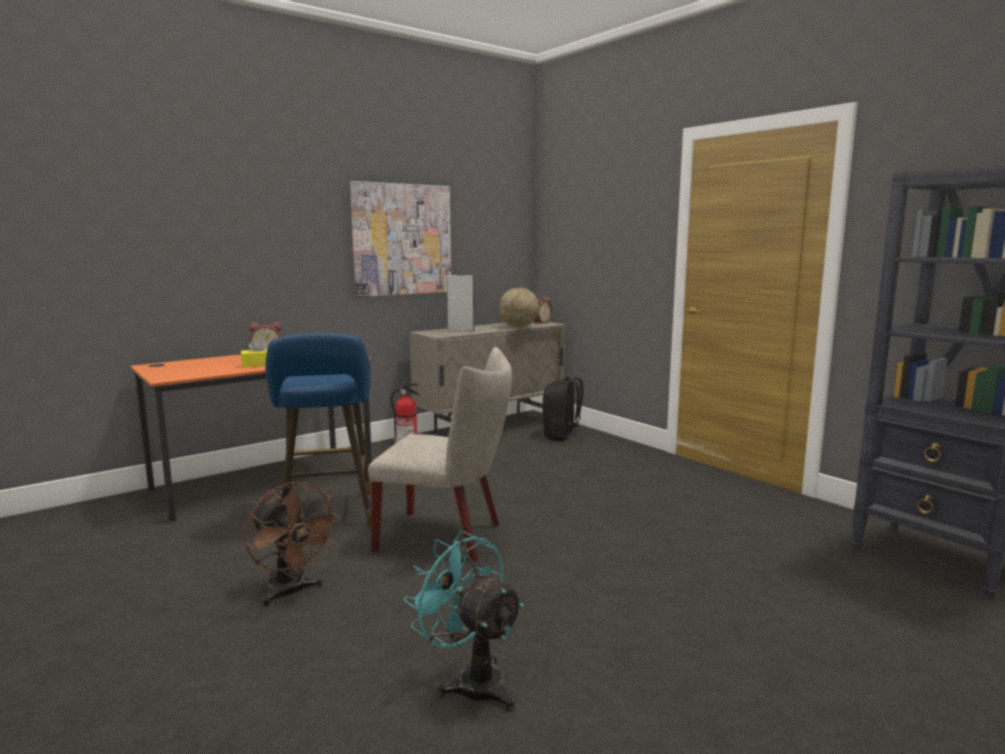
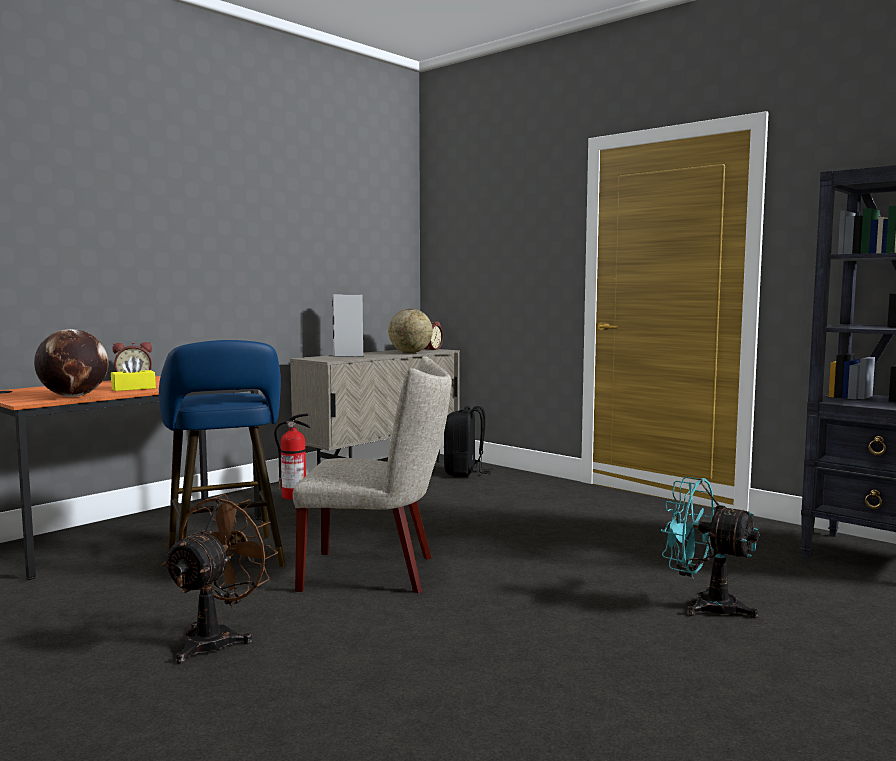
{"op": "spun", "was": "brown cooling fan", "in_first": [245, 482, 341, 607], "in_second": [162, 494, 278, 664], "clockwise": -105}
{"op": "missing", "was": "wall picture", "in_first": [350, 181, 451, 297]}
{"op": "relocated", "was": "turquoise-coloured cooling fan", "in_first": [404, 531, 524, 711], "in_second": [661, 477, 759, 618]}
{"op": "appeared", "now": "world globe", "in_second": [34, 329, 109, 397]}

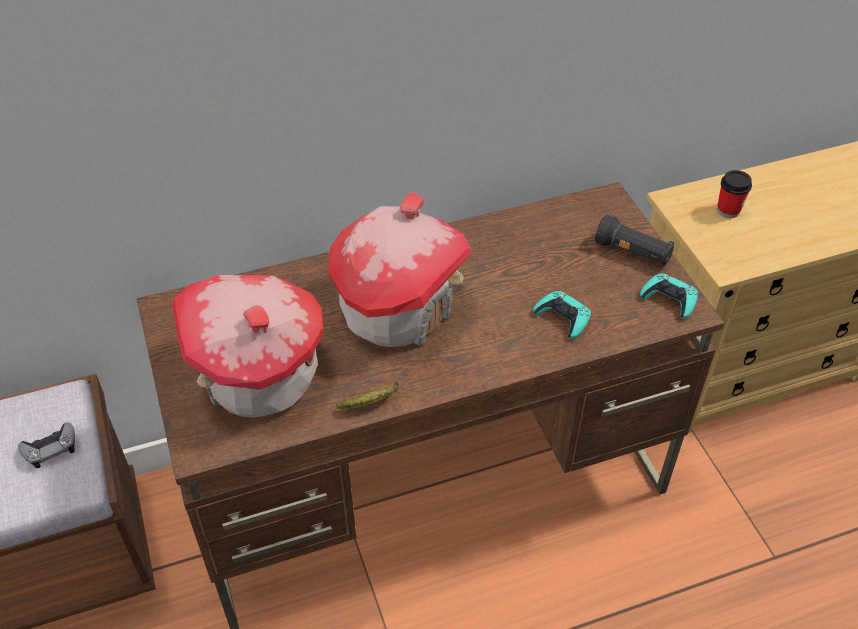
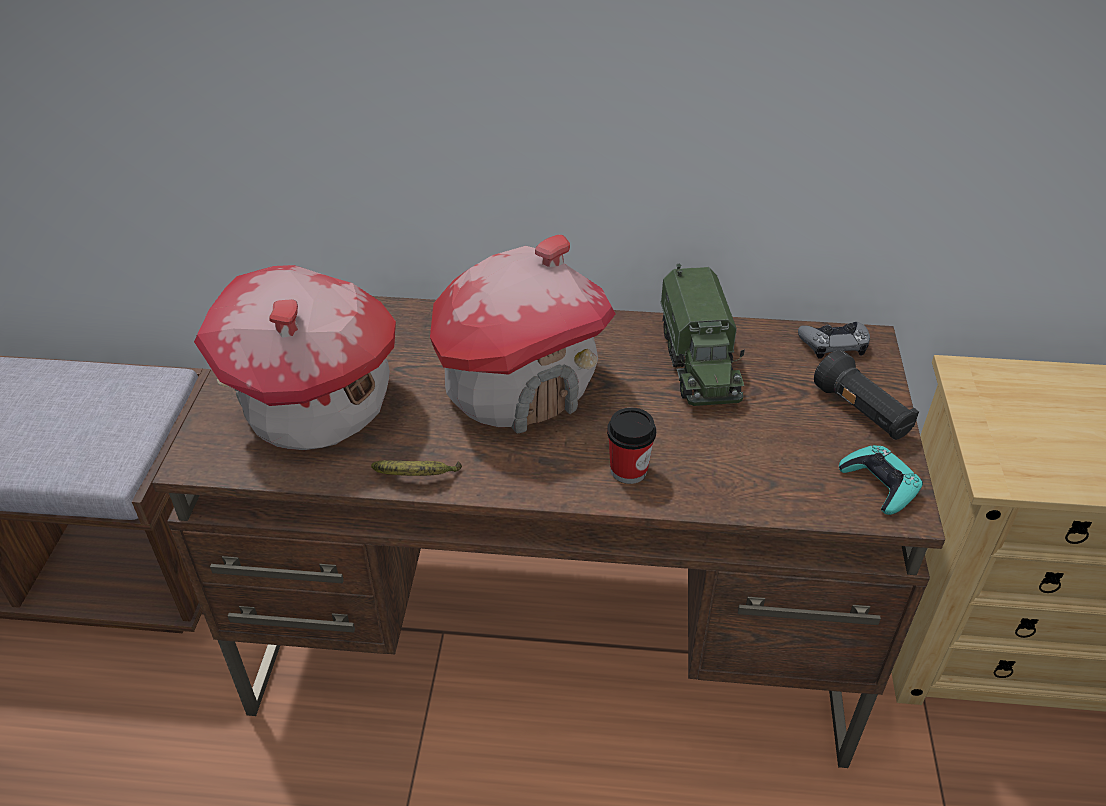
{"op": "relocated", "was": "grey joypad", "in_first": [18, 422, 75, 468], "in_second": [798, 322, 870, 359]}
{"op": "missing", "was": "turquoise-coloured joypad", "in_first": [533, 291, 591, 339]}
{"op": "relocated", "was": "drinking cup", "in_first": [717, 170, 752, 218], "in_second": [607, 408, 656, 484]}
{"op": "appeared", "now": "toy truck", "in_second": [660, 264, 745, 406]}

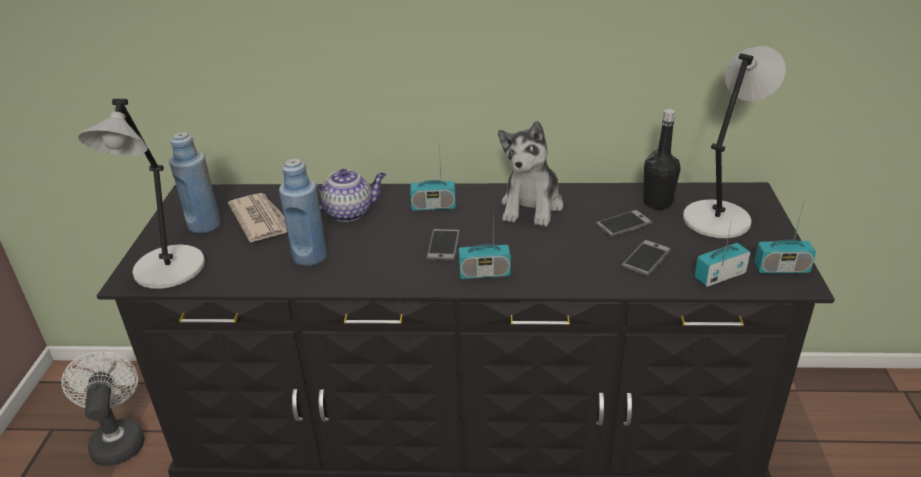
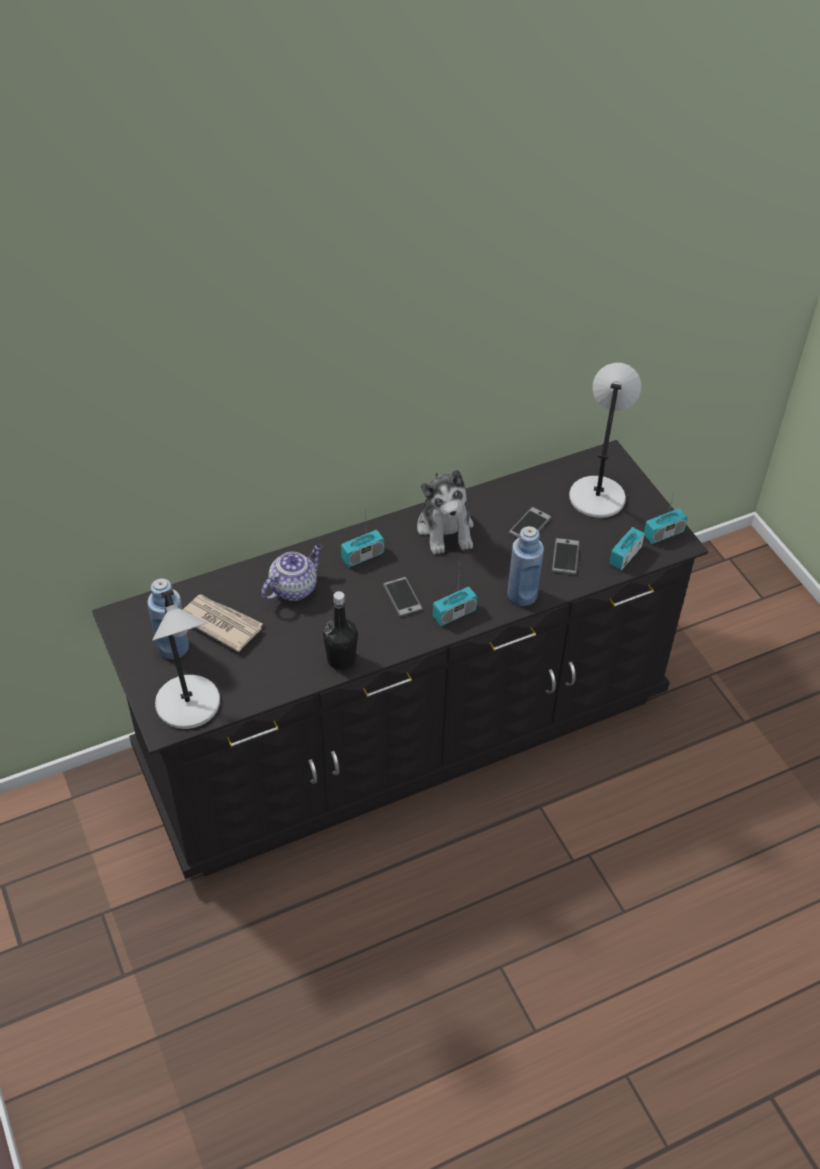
{"op": "missing", "was": "white-coloured cooling fan", "in_first": [61, 352, 145, 466]}
{"op": "relocated", "was": "blue beverage bottle", "in_first": [279, 159, 327, 266], "in_second": [507, 526, 544, 606]}
{"op": "relocated", "was": "blackish beverage bottle", "in_first": [643, 109, 681, 209], "in_second": [323, 591, 358, 670]}

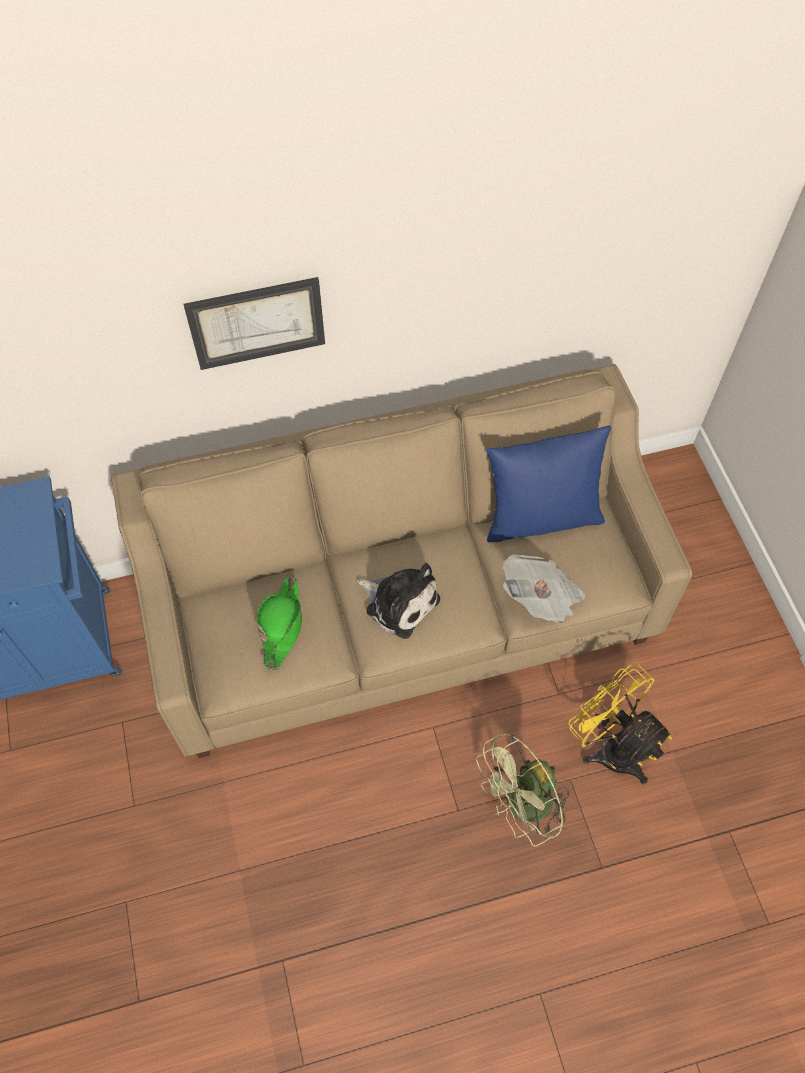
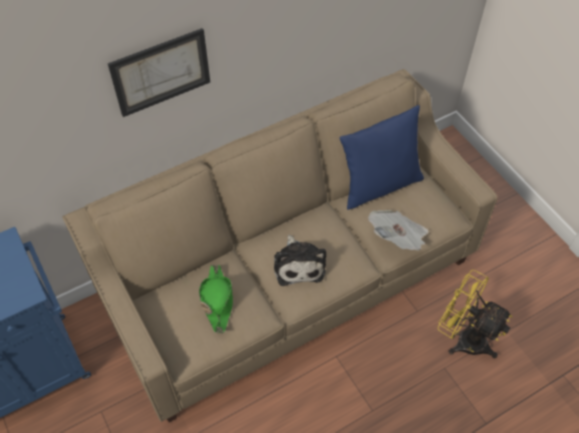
{"op": "spun", "was": "soft toy", "in_first": [357, 563, 440, 639], "in_second": [274, 235, 326, 286], "clockwise": 60}
{"op": "missing", "was": "greenish cooling fan", "in_first": [476, 734, 569, 846]}

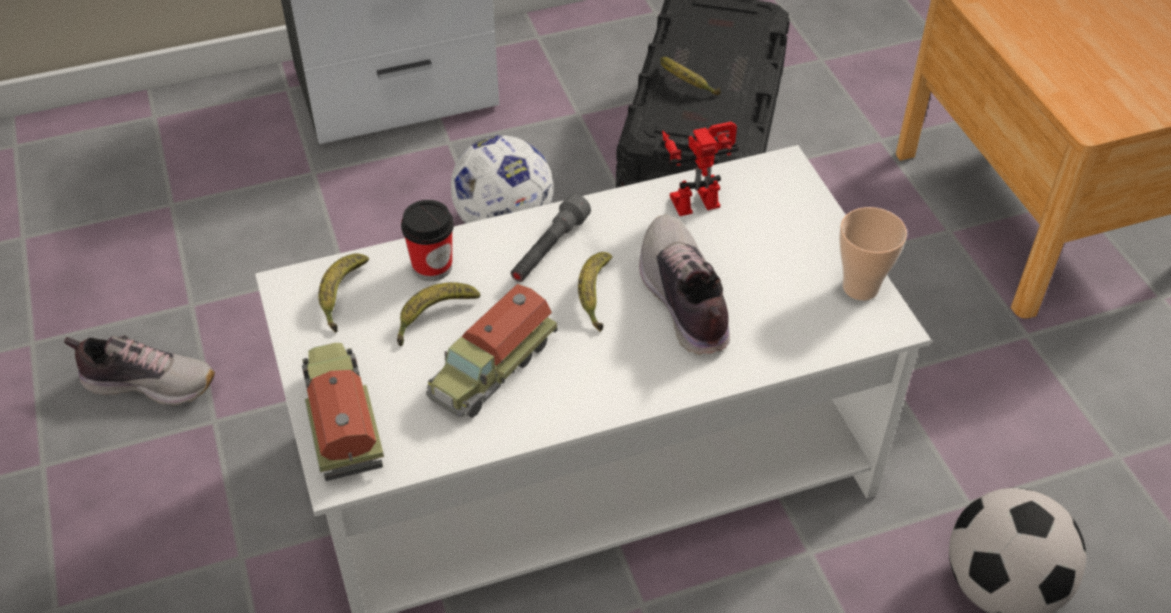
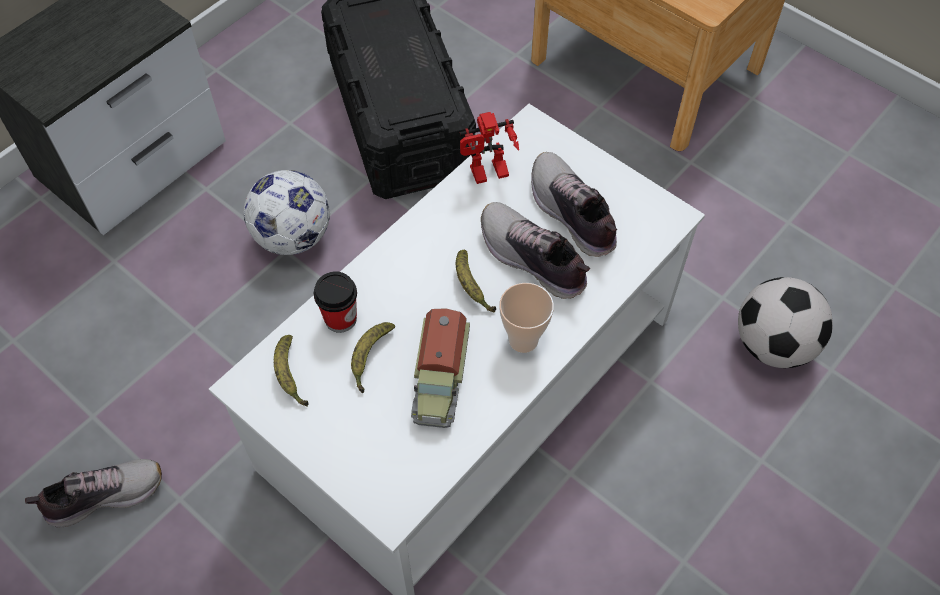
{"op": "missing", "was": "toy truck", "in_first": [302, 343, 384, 481]}
{"op": "missing", "was": "grey hand torch", "in_first": [511, 194, 591, 282]}
{"op": "missing", "was": "whole banana", "in_first": [660, 57, 721, 95]}
{"op": "spun", "was": "toy robot", "in_first": [662, 122, 739, 216], "in_second": [459, 112, 519, 184], "clockwise": -150}
{"op": "relocated", "was": "drinking cup", "in_first": [839, 207, 907, 301], "in_second": [499, 283, 554, 353]}
{"op": "appeared", "now": "item of footwear", "in_second": [531, 152, 617, 257]}

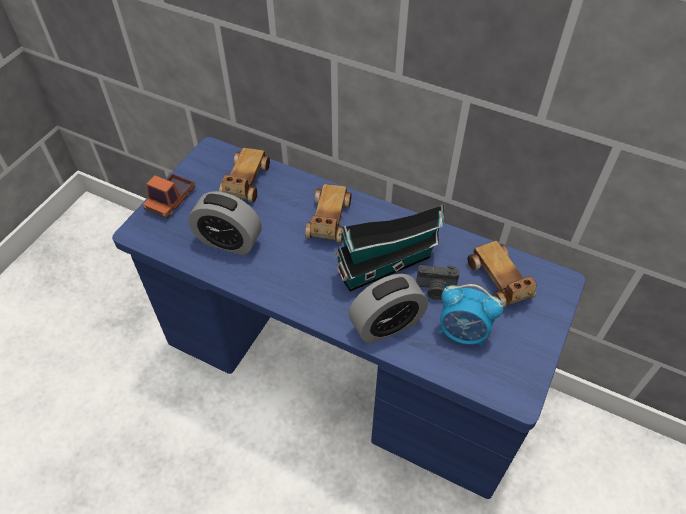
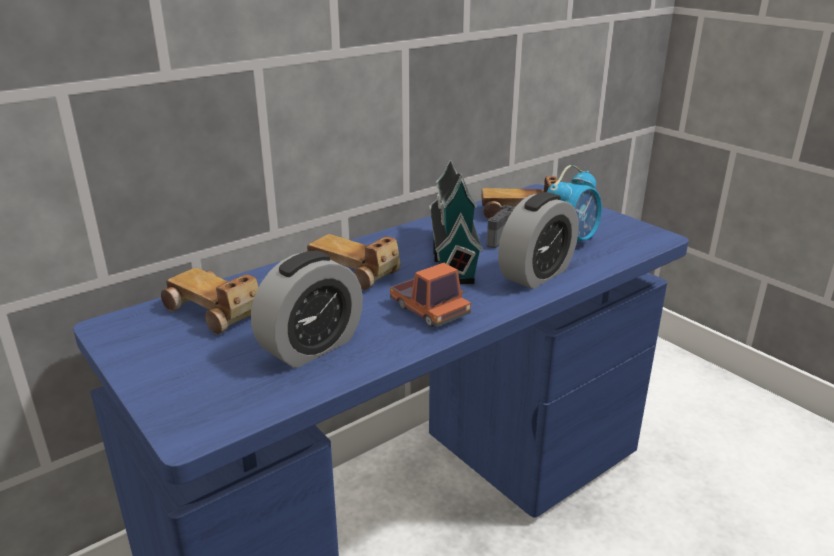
{"op": "relocated", "was": "toy truck", "in_first": [143, 173, 195, 219], "in_second": [390, 263, 471, 327]}
{"op": "spun", "was": "table clock", "in_first": [349, 274, 428, 344], "in_second": [498, 192, 579, 289], "clockwise": 45}

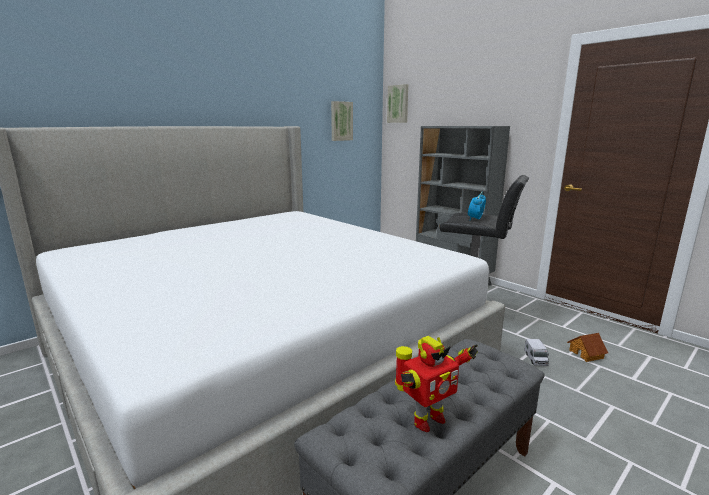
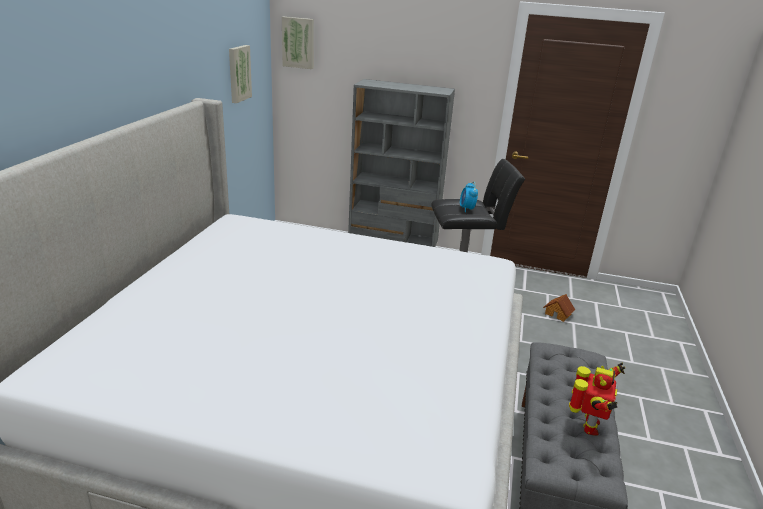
{"op": "missing", "was": "toy truck", "in_first": [524, 339, 549, 366]}

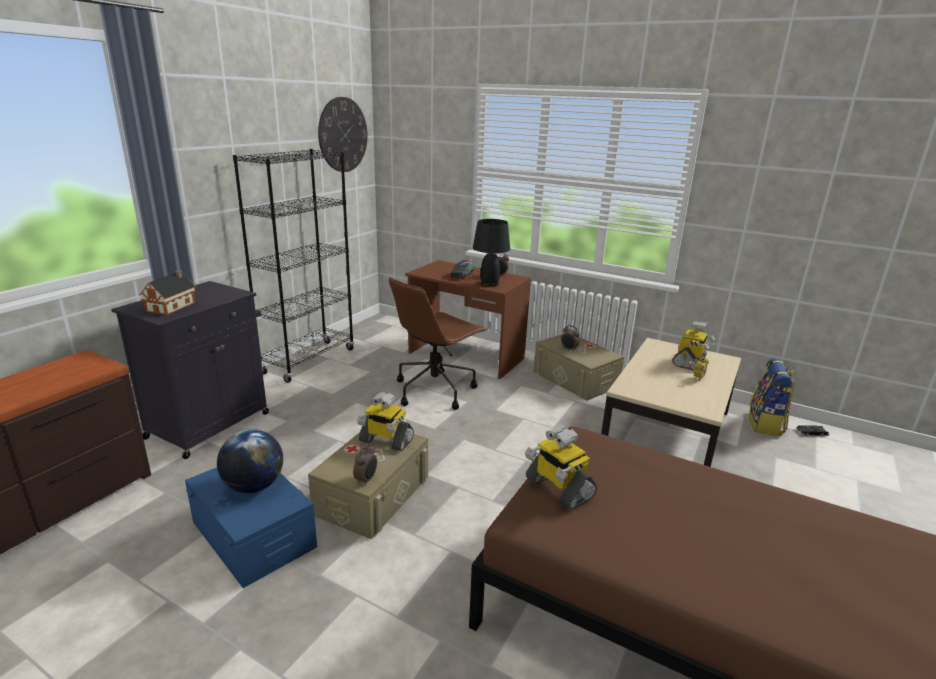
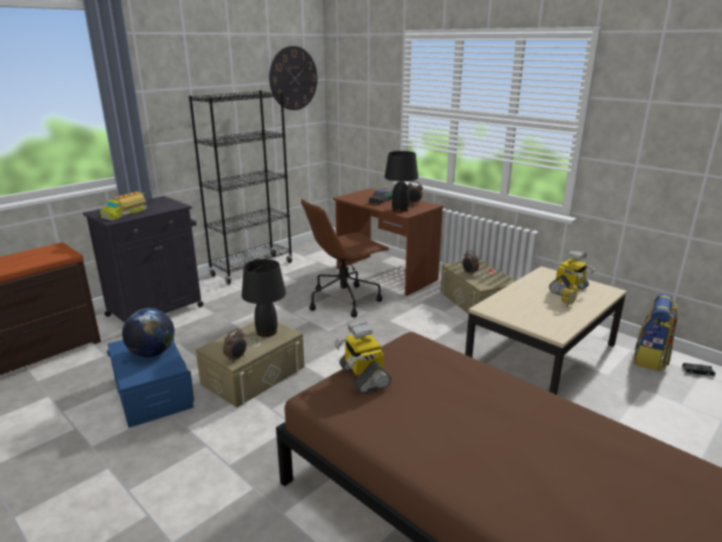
{"op": "exchanged", "was": "miniature house", "now": "toy truck", "in_first": [139, 270, 196, 315], "in_second": [100, 192, 147, 220]}
{"op": "exchanged", "was": "toy robot", "now": "blackish table lamp", "in_first": [357, 392, 414, 451], "in_second": [242, 259, 286, 337]}

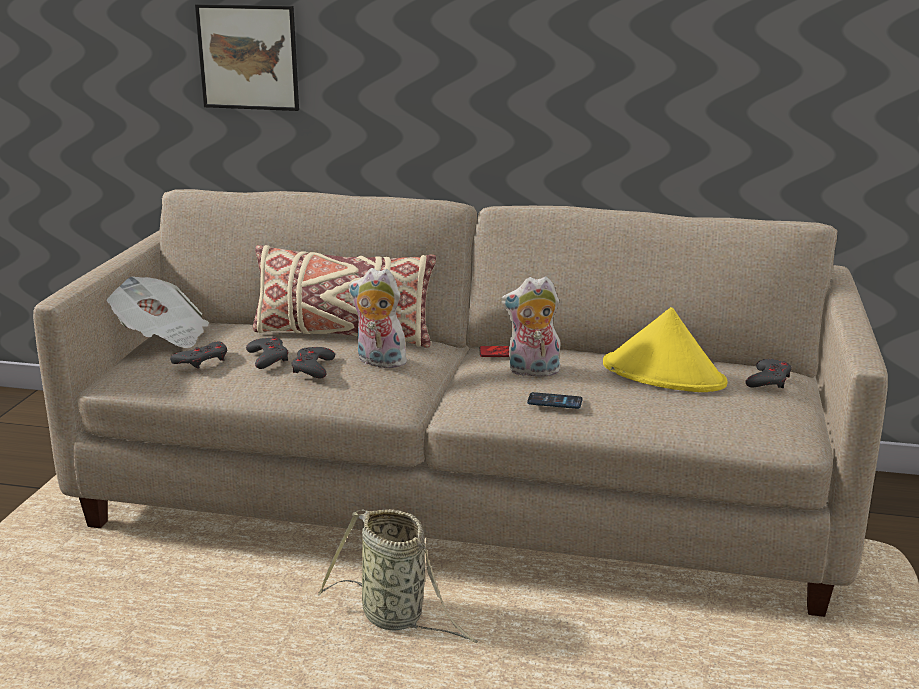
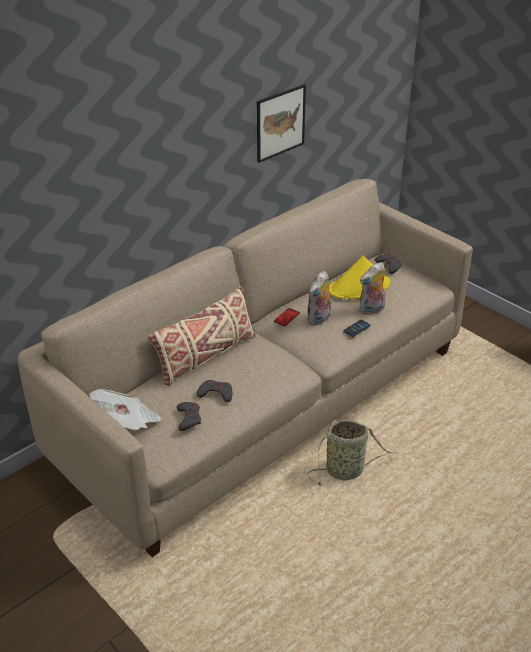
{"op": "relocated", "was": "wall picture", "in_first": [195, 4, 299, 111], "in_second": [257, 84, 306, 163]}
{"op": "missing", "was": "grey joypad", "in_first": [292, 347, 335, 379]}
{"op": "relocated", "was": "soft toy", "in_first": [349, 268, 409, 368], "in_second": [360, 262, 386, 315]}

